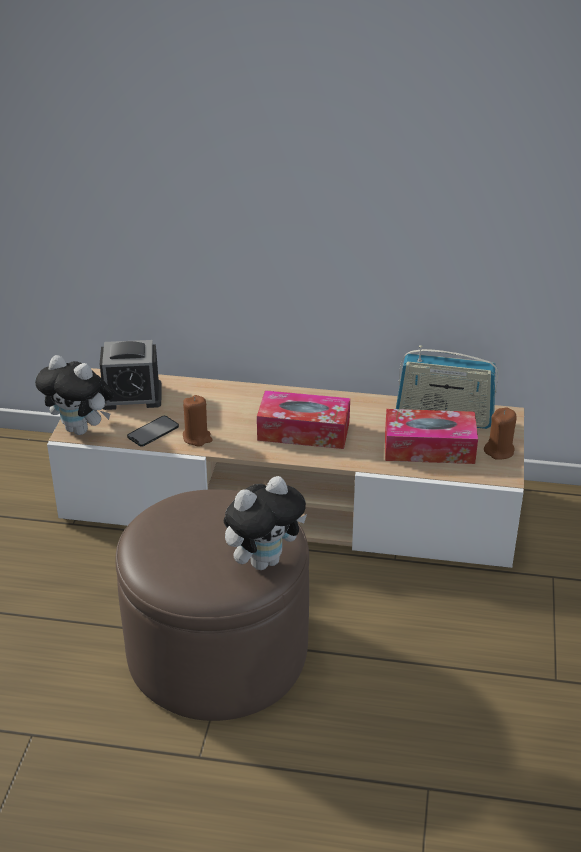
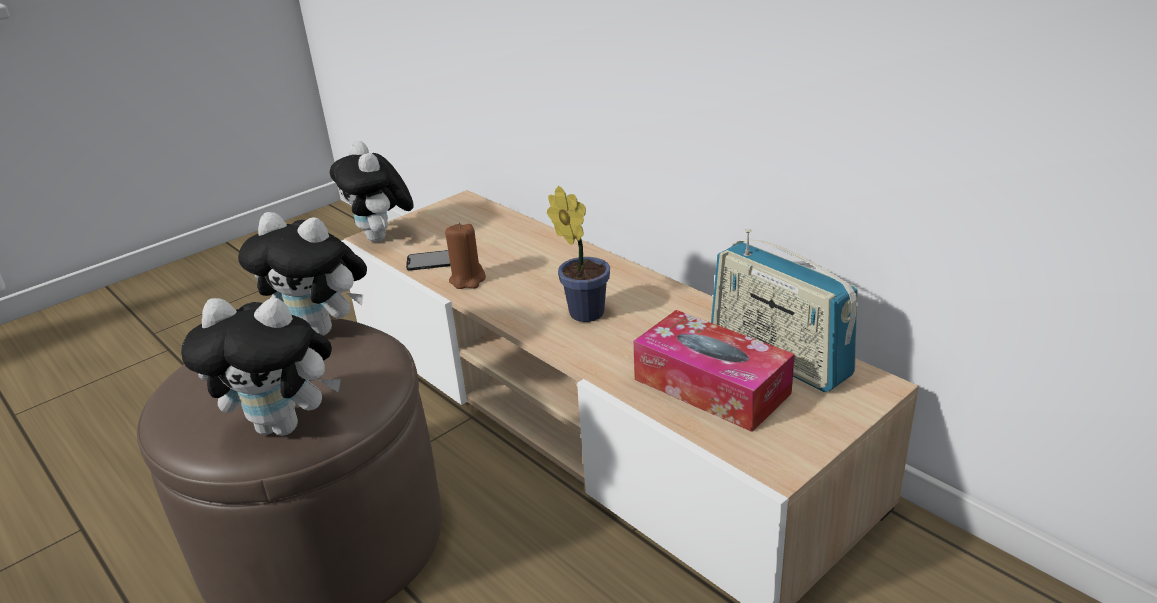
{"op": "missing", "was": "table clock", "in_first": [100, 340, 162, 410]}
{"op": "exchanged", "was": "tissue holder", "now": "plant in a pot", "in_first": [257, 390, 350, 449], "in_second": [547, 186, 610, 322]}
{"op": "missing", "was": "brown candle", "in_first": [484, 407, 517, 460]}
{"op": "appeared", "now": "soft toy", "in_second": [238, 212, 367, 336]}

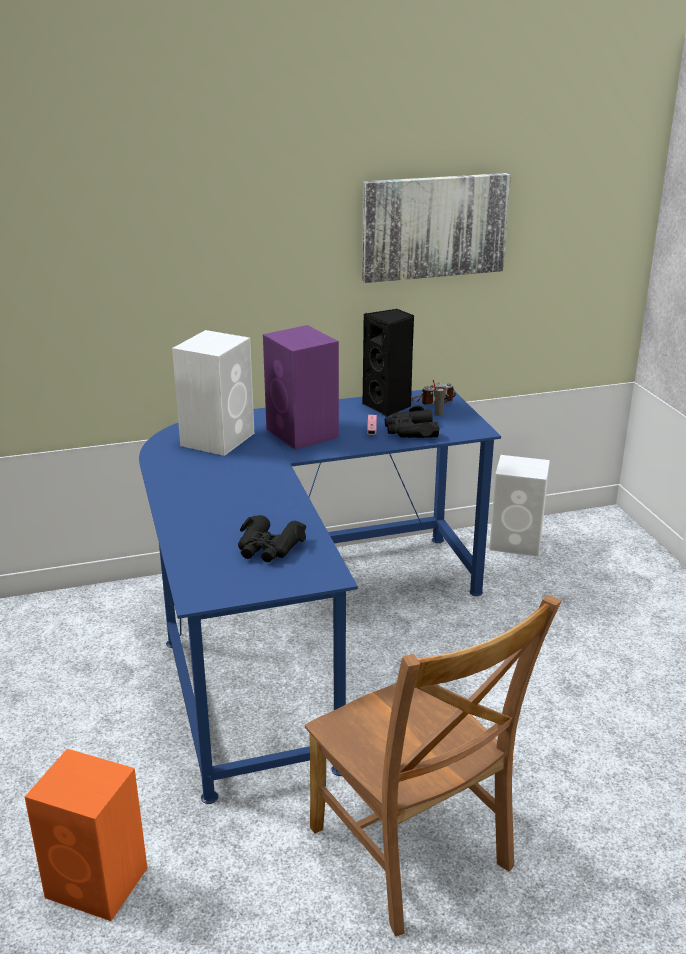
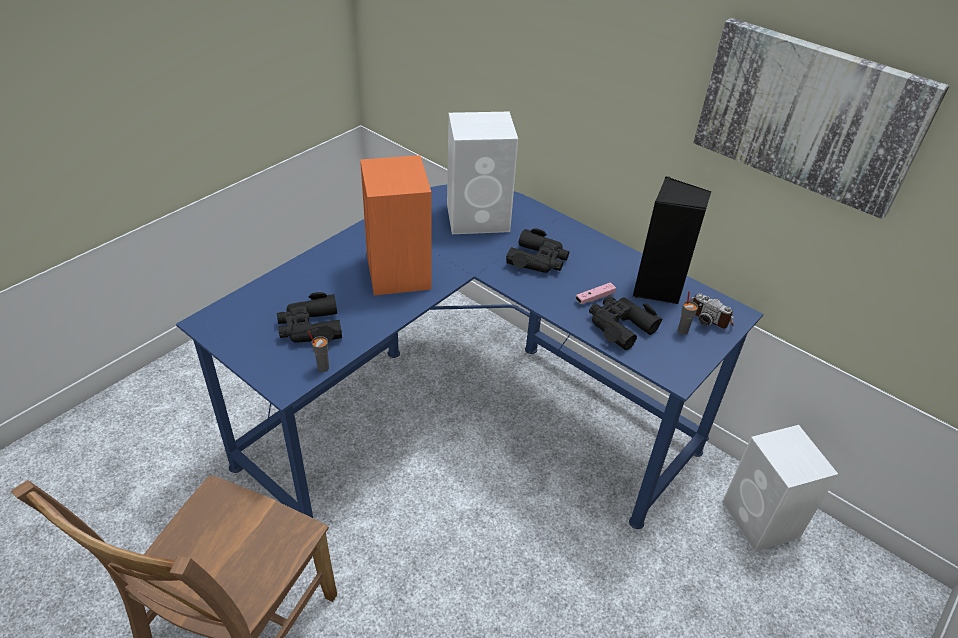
{"op": "relocated", "was": "orange audio speaker", "in_first": [25, 749, 147, 921], "in_second": [360, 155, 431, 295]}
{"op": "exchanged", "was": "purple-coloured audio speaker", "now": "blackish field glasses", "in_first": [263, 325, 339, 450], "in_second": [506, 228, 569, 273]}
{"op": "appeared", "now": "grey drinking cup", "in_second": [308, 331, 329, 372]}

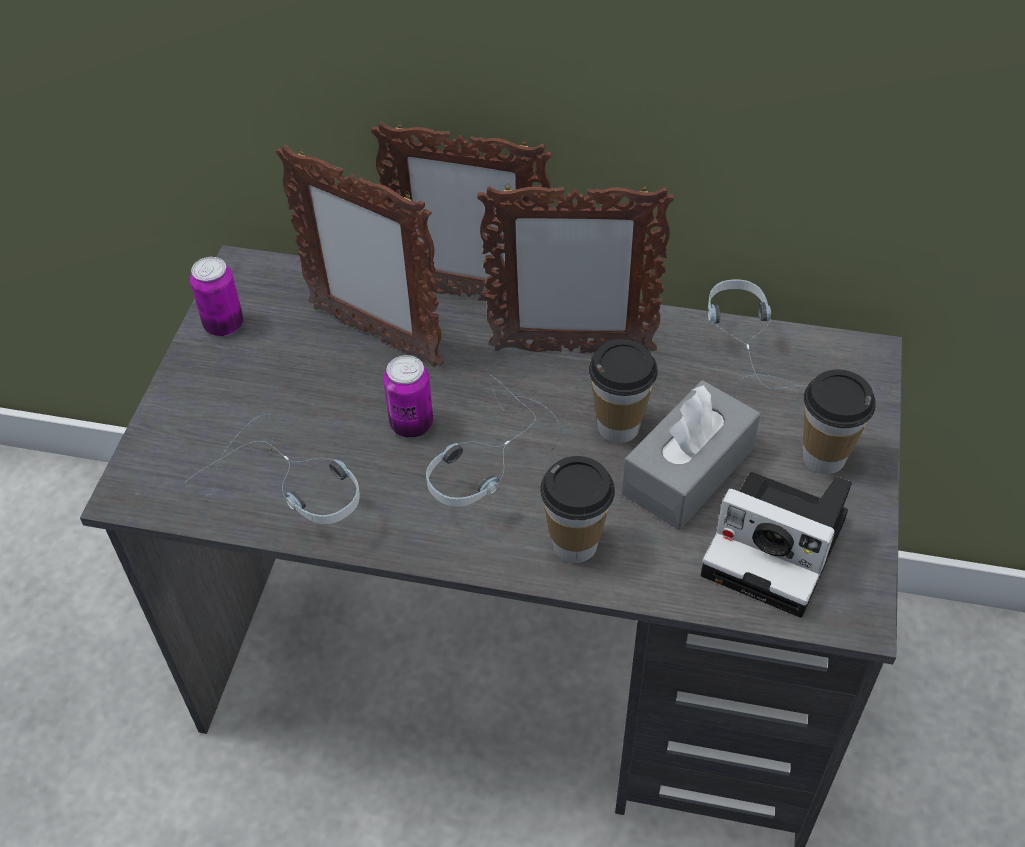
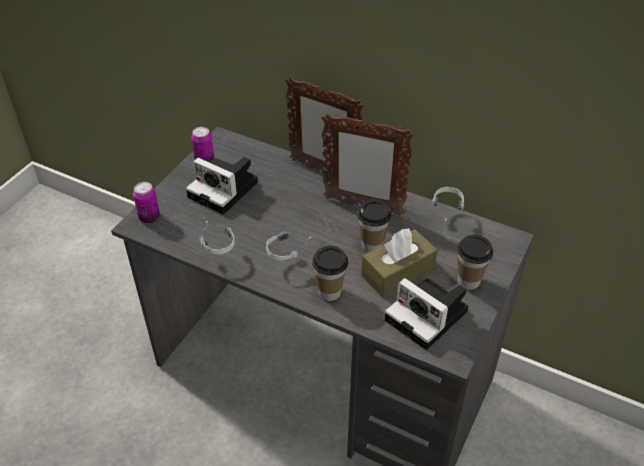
{"op": "missing", "was": "picture frame", "in_first": [276, 145, 444, 367]}
{"op": "relocated", "was": "sealed can", "in_first": [383, 355, 433, 438], "in_second": [133, 182, 160, 223]}
{"op": "colour", "was": "grey tissue holder", "now": "brown tissue holder", "in_first": [622, 380, 761, 530], "in_second": [361, 229, 438, 297]}
{"op": "appeared", "now": "photo camera", "in_second": [186, 157, 258, 215]}

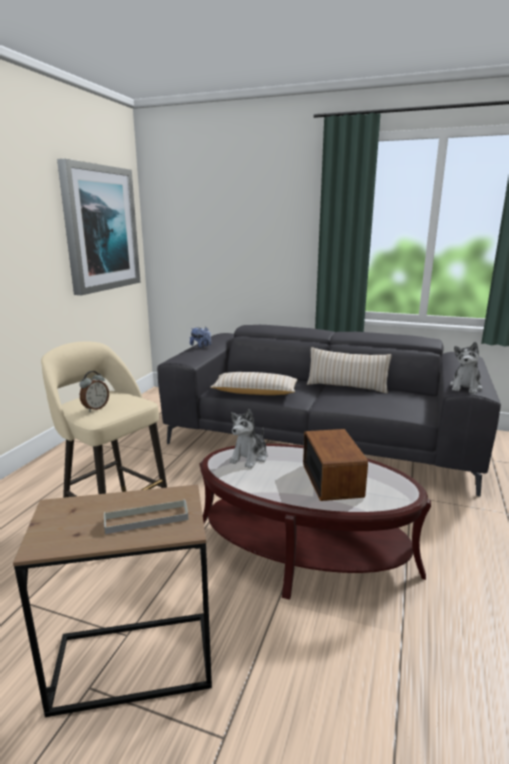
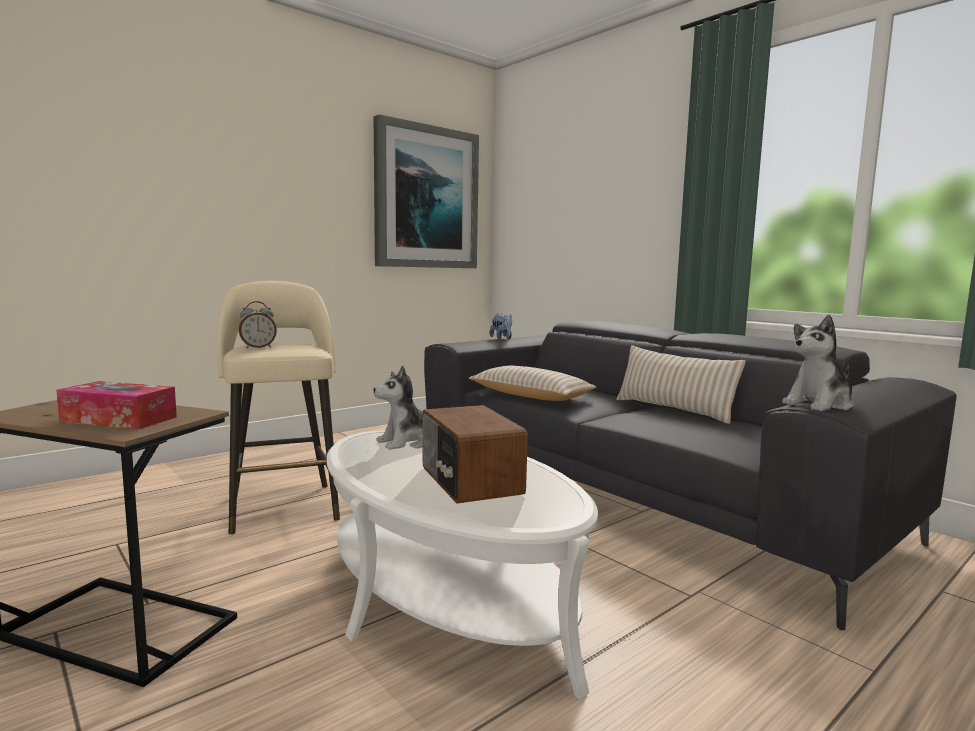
{"op": "exchanged", "was": "grey serving tray", "now": "tissue holder", "in_first": [104, 499, 188, 534], "in_second": [56, 381, 177, 429]}
{"op": "colour", "was": "brown coffee table", "now": "white-coloured coffee table", "in_first": [199, 444, 431, 600], "in_second": [327, 430, 598, 700]}
{"op": "spun", "was": "radio", "in_first": [303, 429, 368, 501], "in_second": [422, 405, 528, 504], "clockwise": 135}

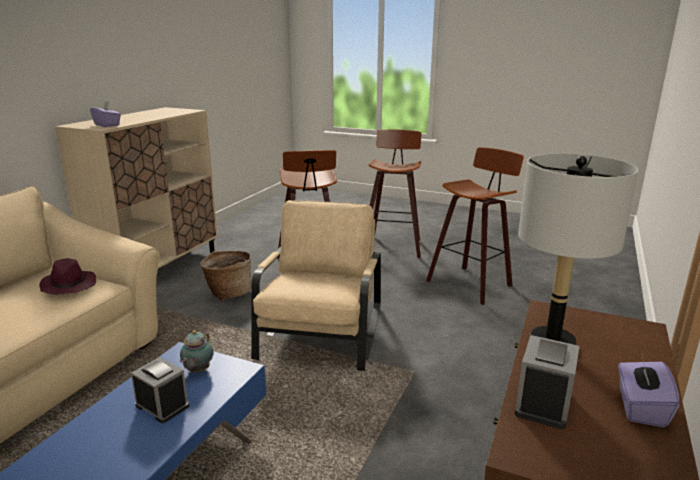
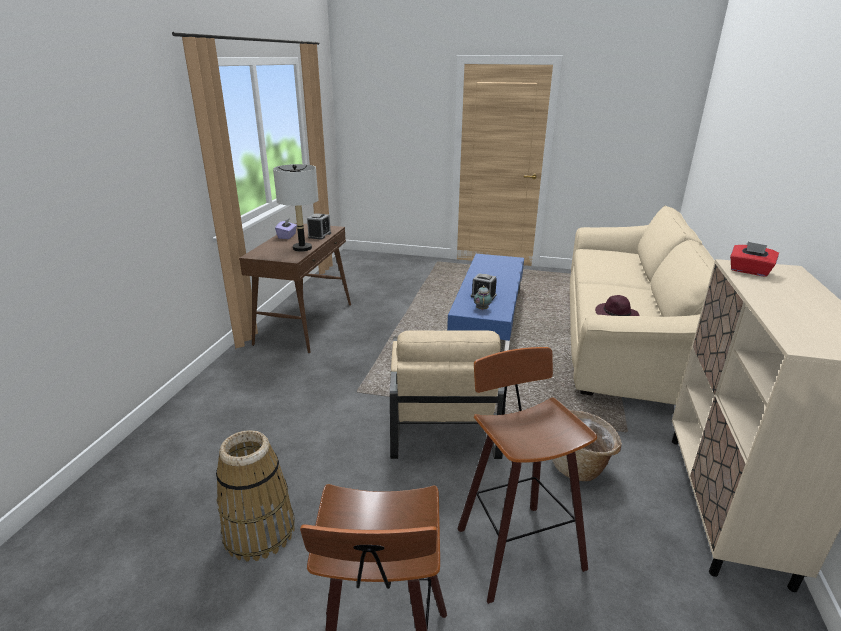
{"op": "colour", "was": "purple-coloured tissue holder", "now": "red tissue holder", "in_first": [90, 101, 121, 127], "in_second": [730, 242, 779, 277]}
{"op": "exchanged", "was": "stool seat", "now": "basket", "in_first": [426, 147, 524, 305], "in_second": [216, 430, 295, 562]}

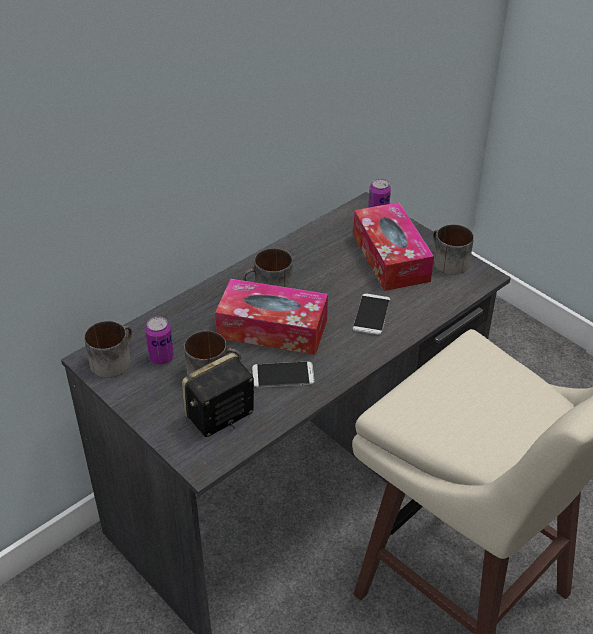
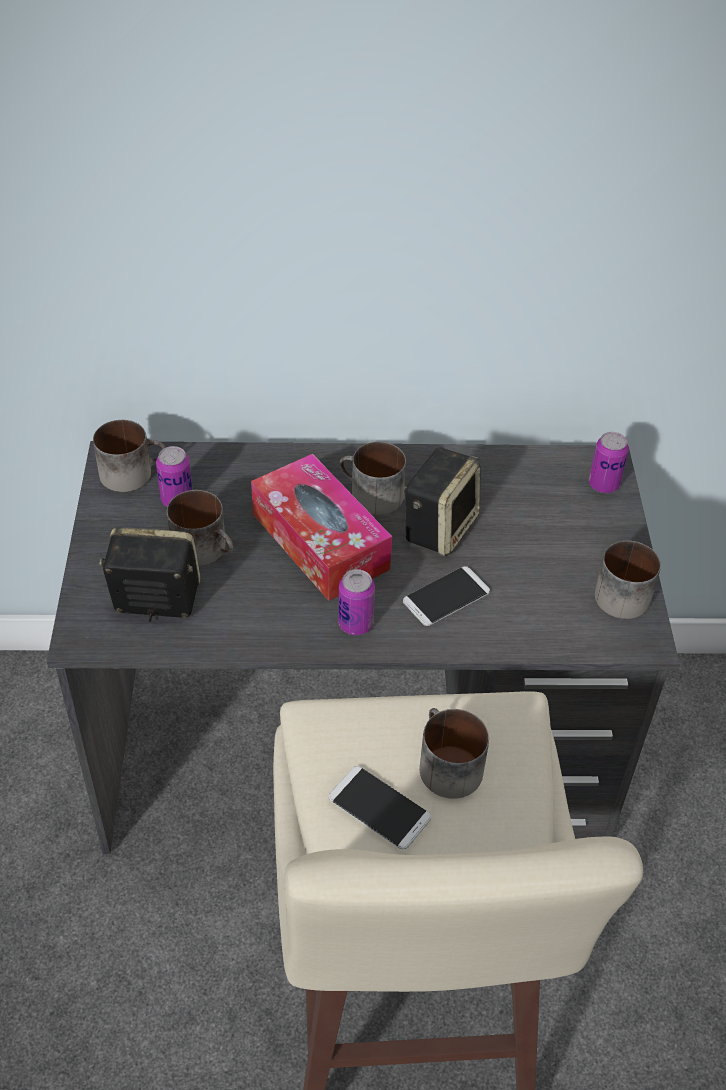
{"op": "relocated", "was": "telephone", "in_first": [252, 362, 315, 388], "in_second": [329, 766, 431, 849]}
{"op": "missing", "was": "tissue holder", "in_first": [353, 202, 434, 291]}
{"op": "appeared", "now": "sealed can", "in_second": [338, 569, 375, 635]}
{"op": "appeared", "now": "audio speaker", "in_second": [404, 447, 481, 556]}
{"op": "appeared", "now": "mug", "in_second": [420, 708, 489, 799]}

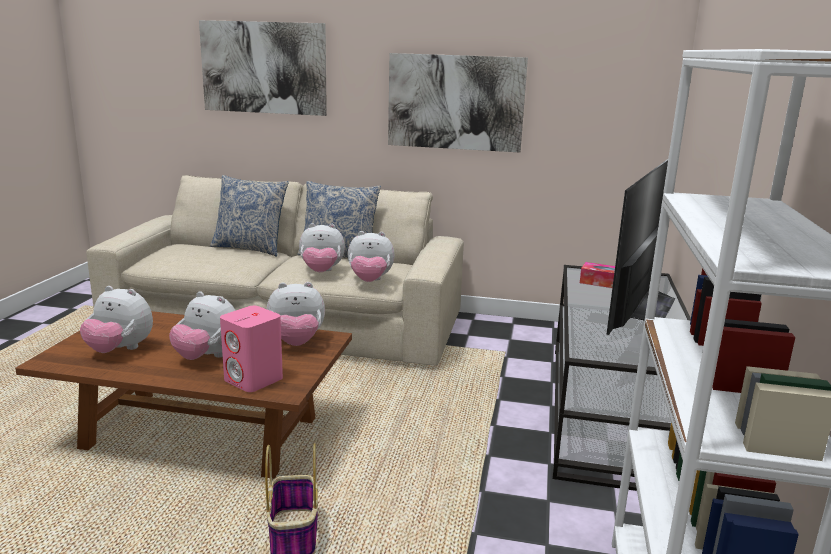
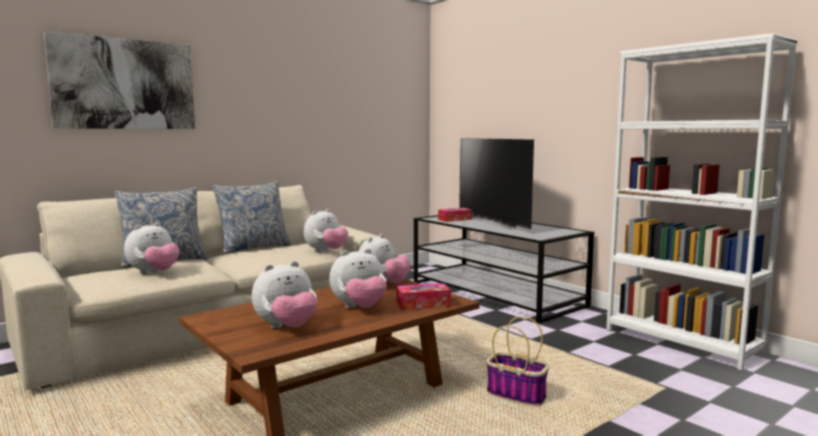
{"op": "exchanged", "was": "pink-coloured audio speaker", "now": "tissue holder", "in_first": [220, 306, 283, 392], "in_second": [396, 283, 451, 310]}
{"op": "relocated", "was": "soft toy", "in_first": [299, 223, 345, 272], "in_second": [124, 222, 180, 274]}
{"op": "missing", "was": "wall picture", "in_first": [388, 53, 528, 153]}

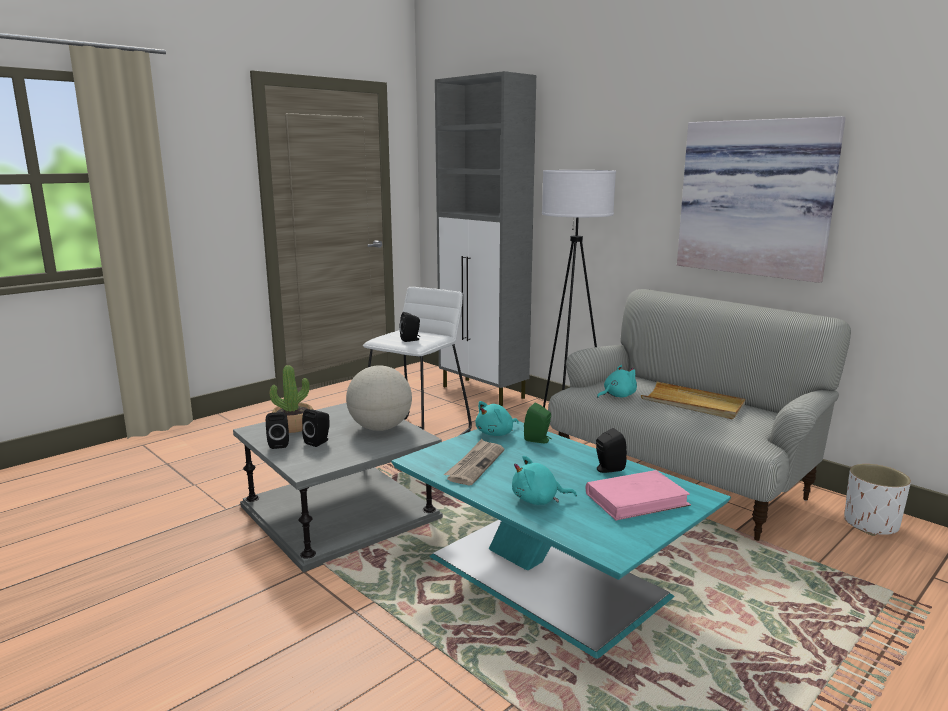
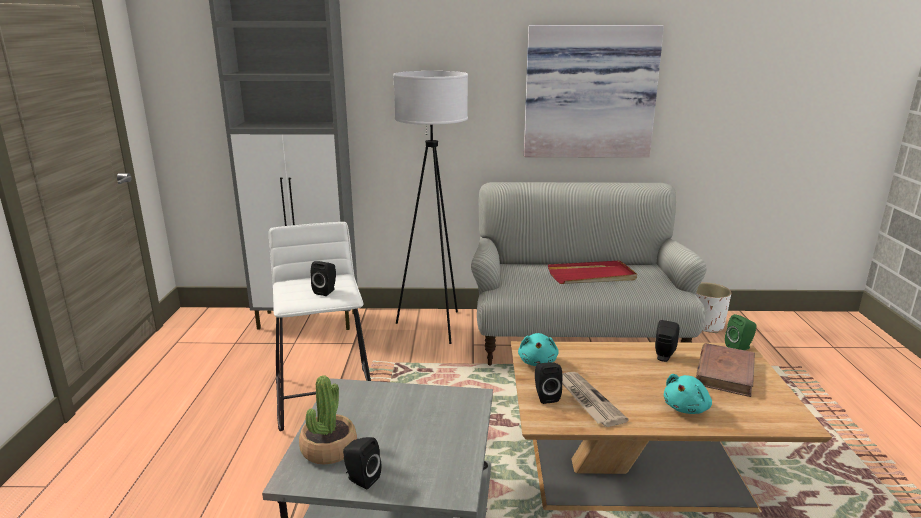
{"op": "relocated", "was": "blackish audio speaker", "in_first": [302, 409, 330, 447], "in_second": [535, 362, 563, 404]}
{"op": "missing", "was": "world globe", "in_first": [346, 365, 412, 431]}
{"op": "colour", "was": "turquoise-coloured coffee table", "now": "brown coffee table", "in_first": [391, 421, 731, 659], "in_second": [511, 341, 832, 513]}
{"op": "relocated", "was": "greenish audio speaker", "in_first": [524, 403, 552, 443], "in_second": [725, 314, 757, 350]}
{"op": "colour", "was": "pink-coloured volume", "now": "brown volume", "in_first": [586, 470, 691, 520], "in_second": [696, 343, 755, 397]}
{"op": "missing", "was": "turquoise-coloured soft toy", "in_first": [597, 365, 637, 398]}
{"op": "colour", "was": "beige serving tray", "now": "red serving tray", "in_first": [641, 382, 745, 419], "in_second": [548, 260, 637, 284]}

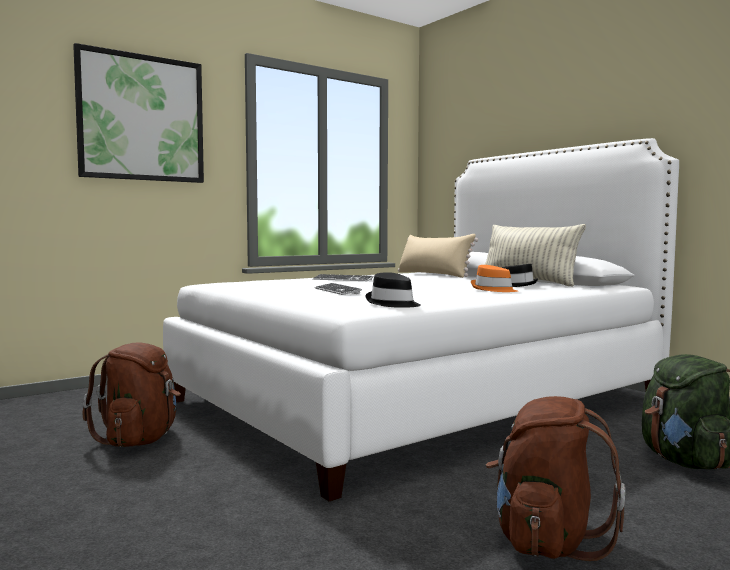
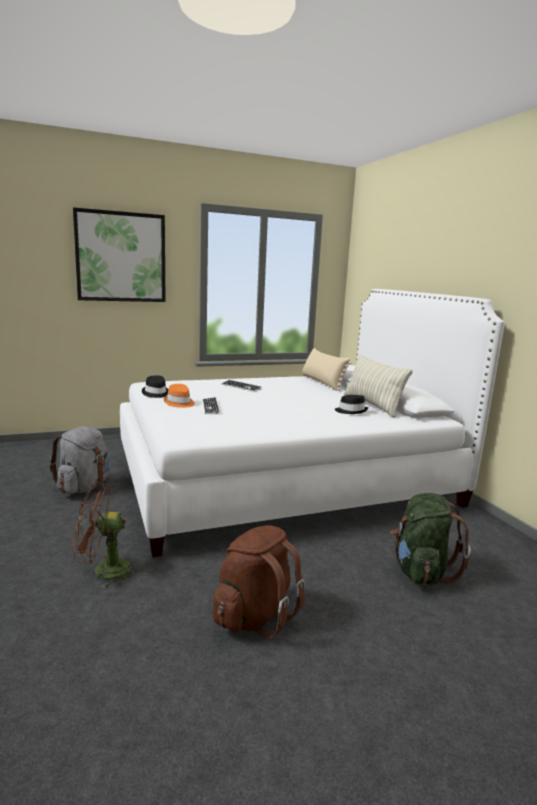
{"op": "colour", "was": "brown rucksack", "now": "grey rucksack", "in_first": [82, 342, 181, 447], "in_second": [49, 427, 111, 494]}
{"op": "relocated", "was": "blackish clothing hat", "in_first": [366, 272, 421, 308], "in_second": [142, 375, 168, 398]}
{"op": "relocated", "was": "orange clothing hat", "in_first": [471, 265, 518, 292], "in_second": [164, 384, 195, 408]}
{"op": "appeared", "now": "brown cooling fan", "in_second": [73, 482, 140, 588]}

